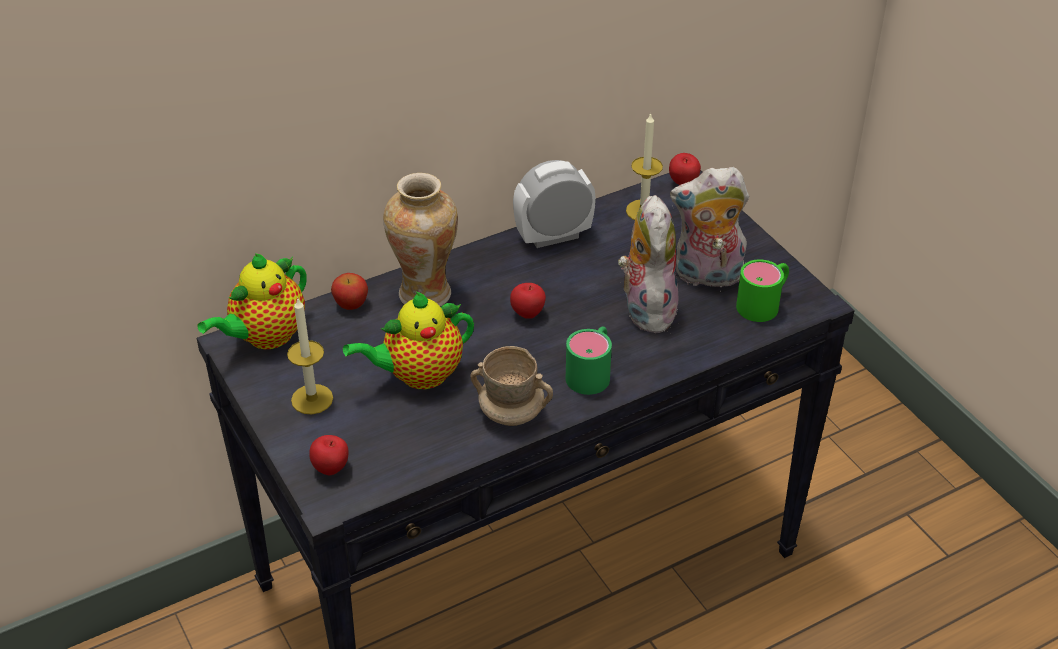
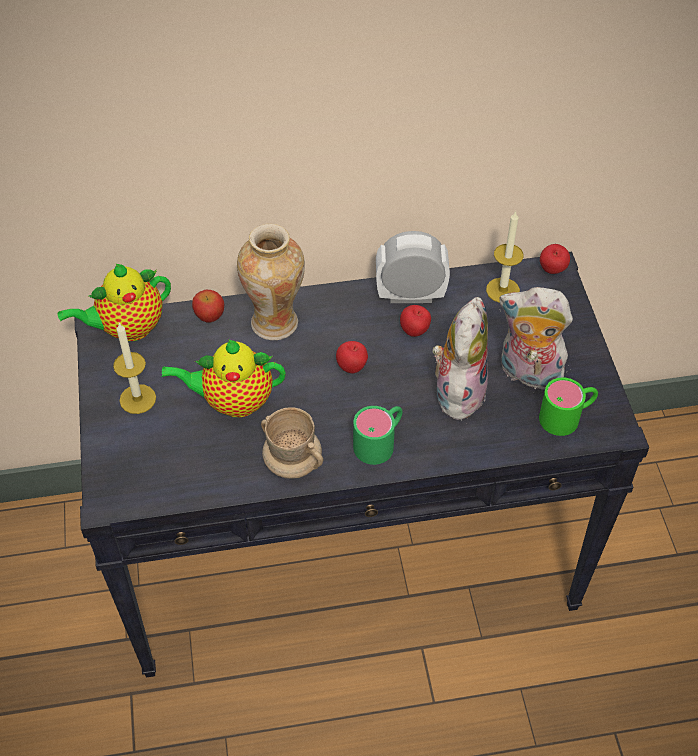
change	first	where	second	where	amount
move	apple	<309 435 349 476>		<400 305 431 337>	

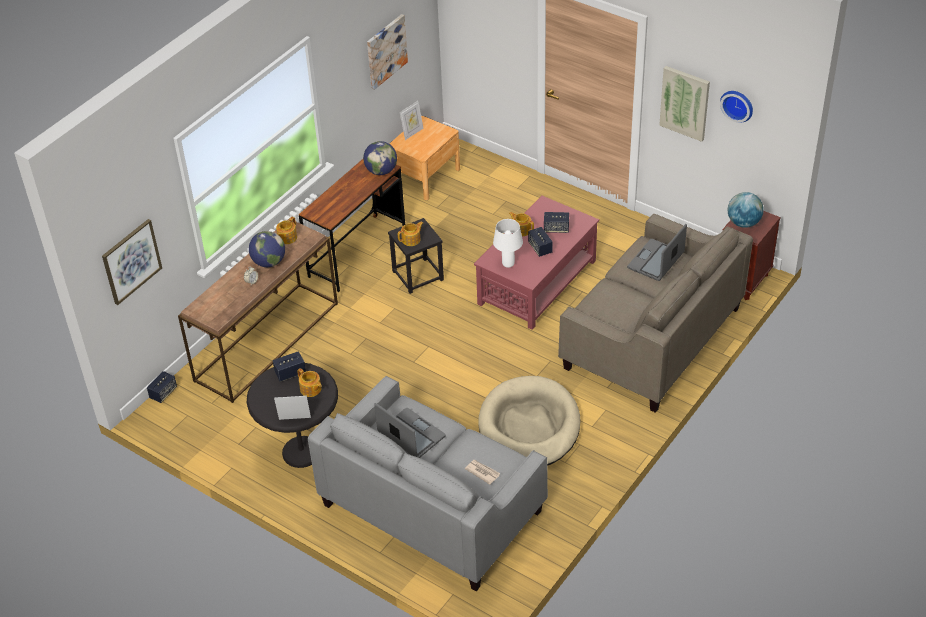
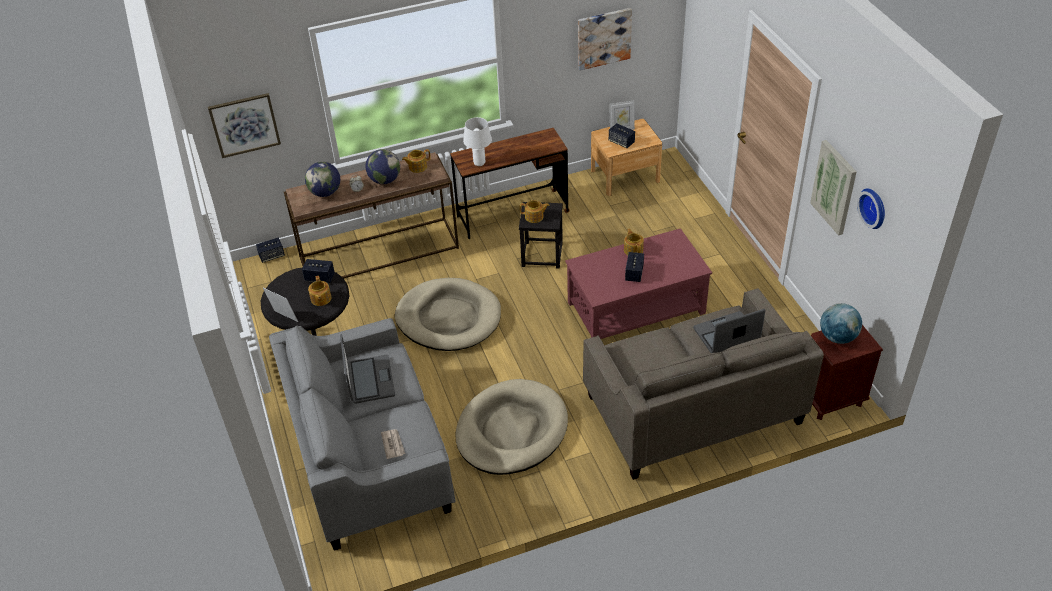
change	first	where	second	where	amount
move	globe	<363 141 397 175>		<305 162 340 197>	
insert			dog bed (beige)	<395 278 501 351>	
move	table lamp (white)	<493 219 523 268>		<463 117 492 166>	
move	speaker	<544 212 569 233>		<609 123 635 148>	

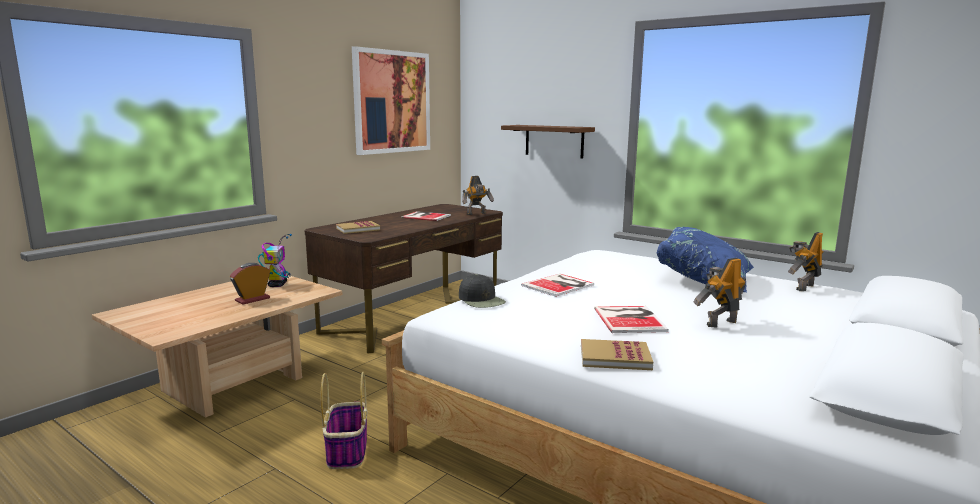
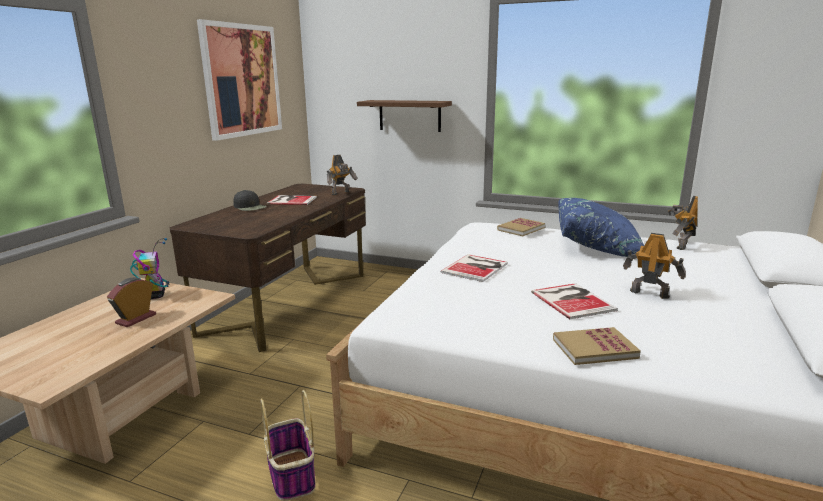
change	first	where	second	where	amount
move	cap (black)	<459 274 506 308>		<233 190 267 211>	
move	book	<336 221 380 234>		<497 218 545 236>	
rotate	toy robot	<694 258 746 327>		<623 233 686 299>	75 degrees clockwise

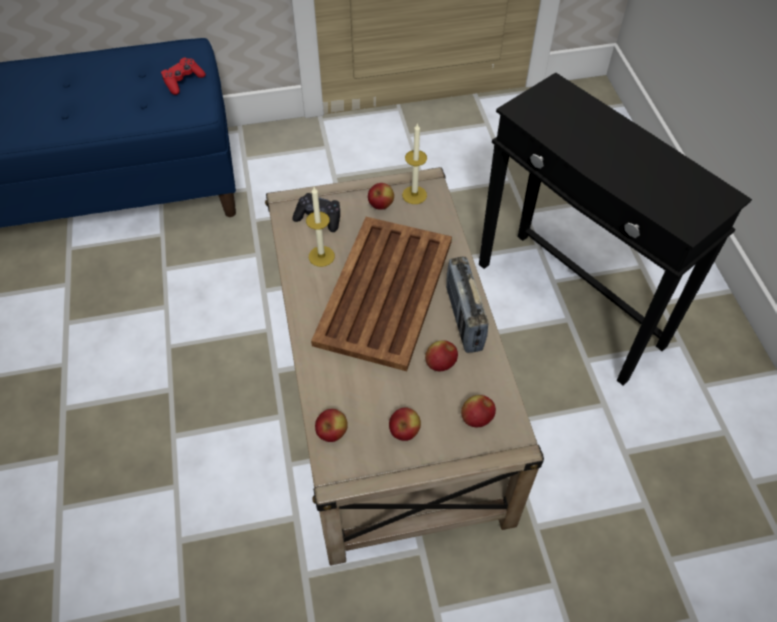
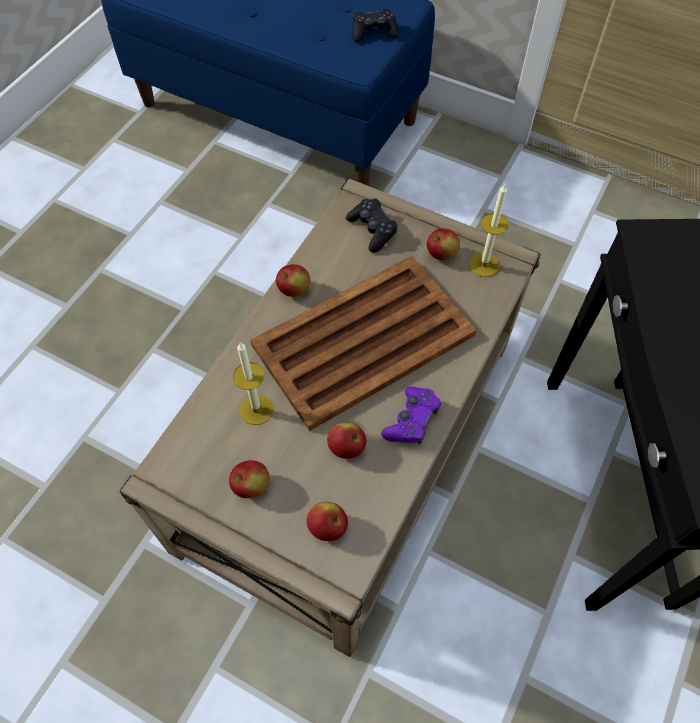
change	first	where	second	where	amount
move	candle	<306 187 335 267>		<233 342 274 425>	
move	apple	<315 409 348 442>		<276 264 311 297>	
recolor	game controller (red)	<161 58 206 95>	game controller (black)	<352 9 398 42>	
replace	radio	<446 257 488 353>	game controller (purple)	<381 387 441 444>	

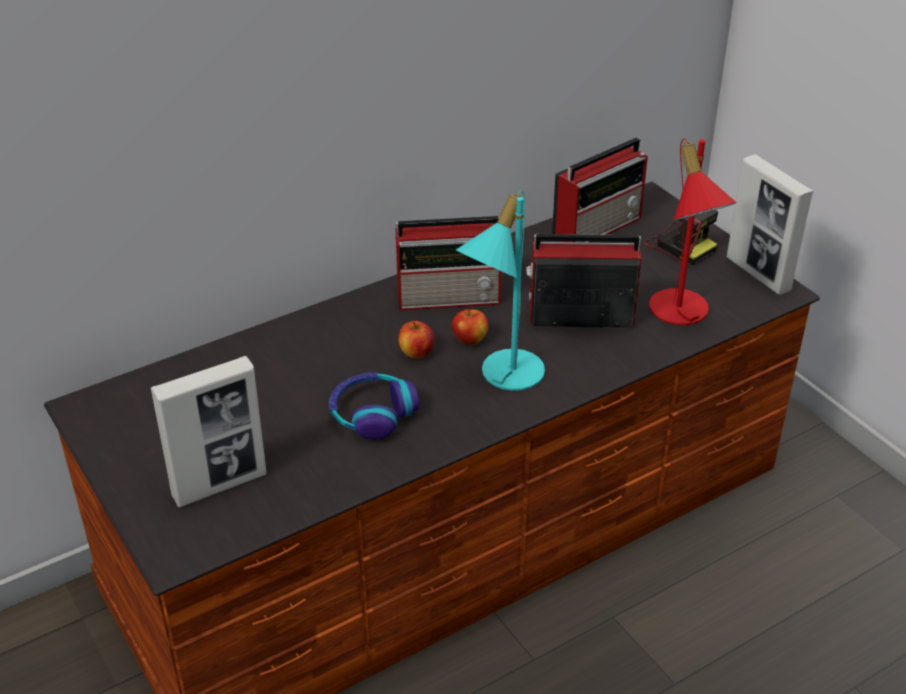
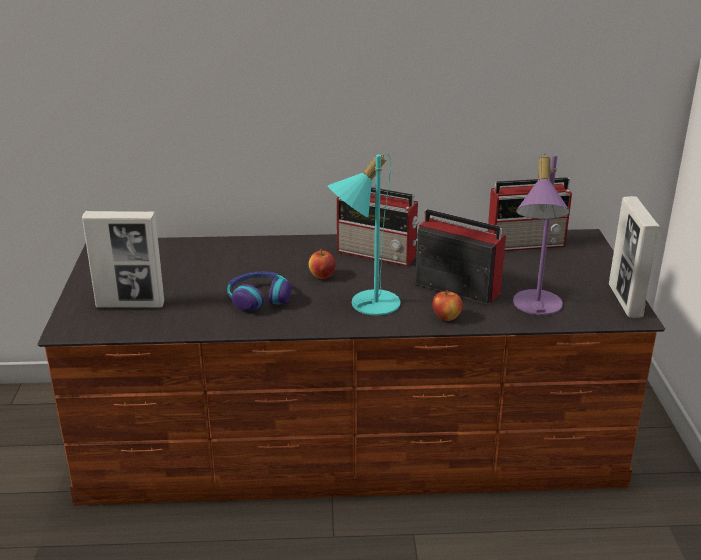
change	first	where	second	where	amount
move	apple	<452 309 488 345>		<433 290 463 321>	
recolor	table lamp (red)	<649 138 737 325>	table lamp (purple)	<513 153 570 315>	
delete	photo camera	<644 210 718 265>			

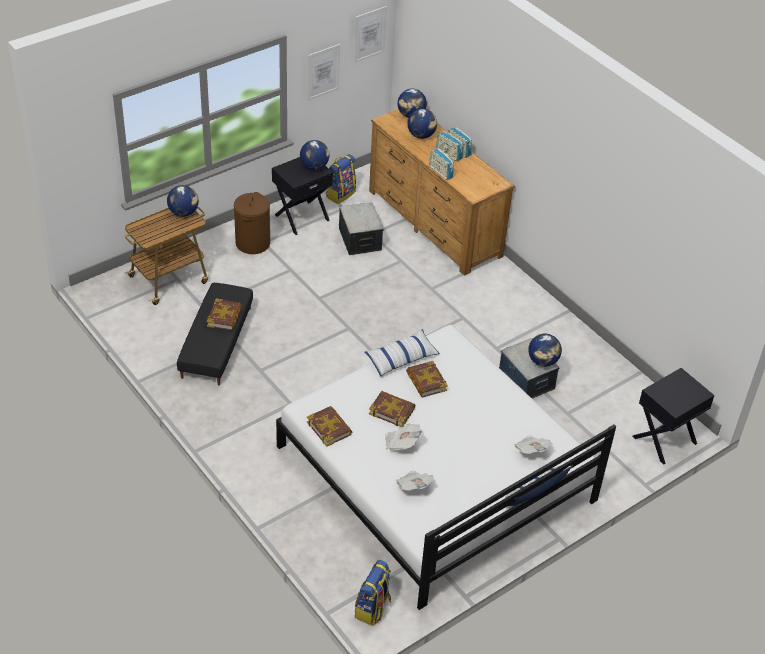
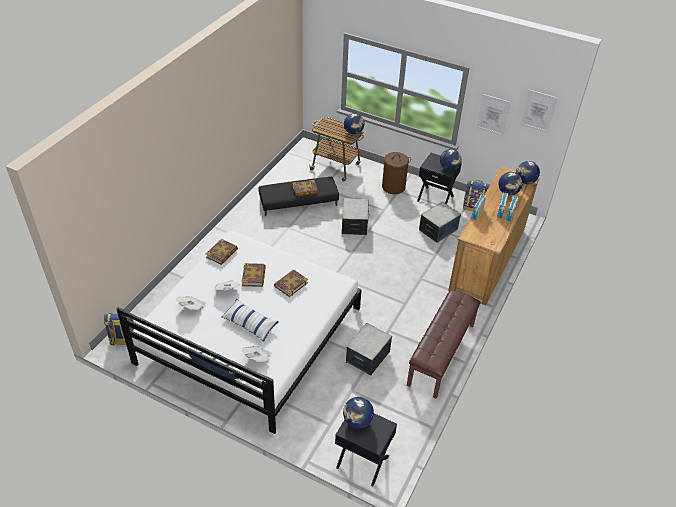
change	first	where	second	where	amount
move	pillow	<364 329 440 377>		<221 299 279 342>	
insert			storage box	<342 198 369 235>	
move	globe	<528 334 562 367>		<343 397 374 428>	
insert			bench (brown)	<407 290 481 398>	

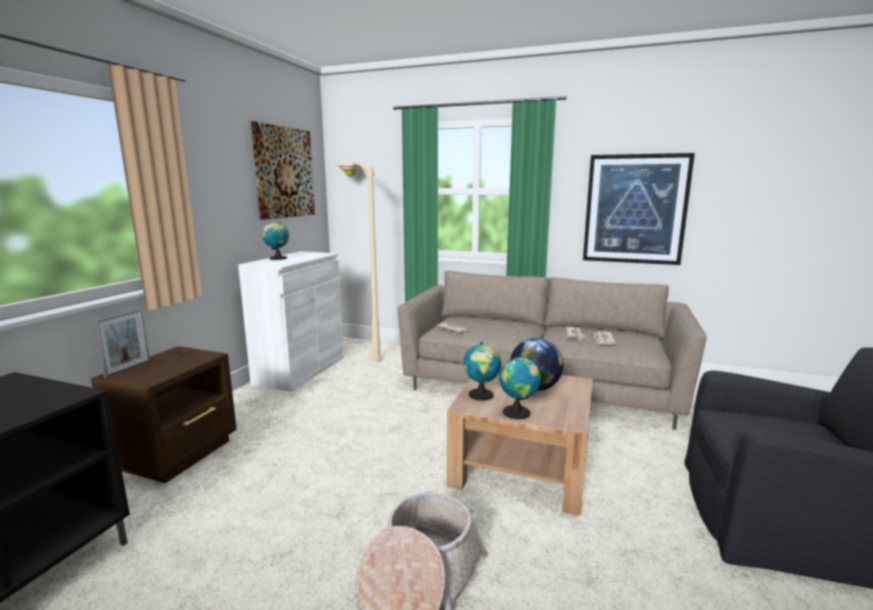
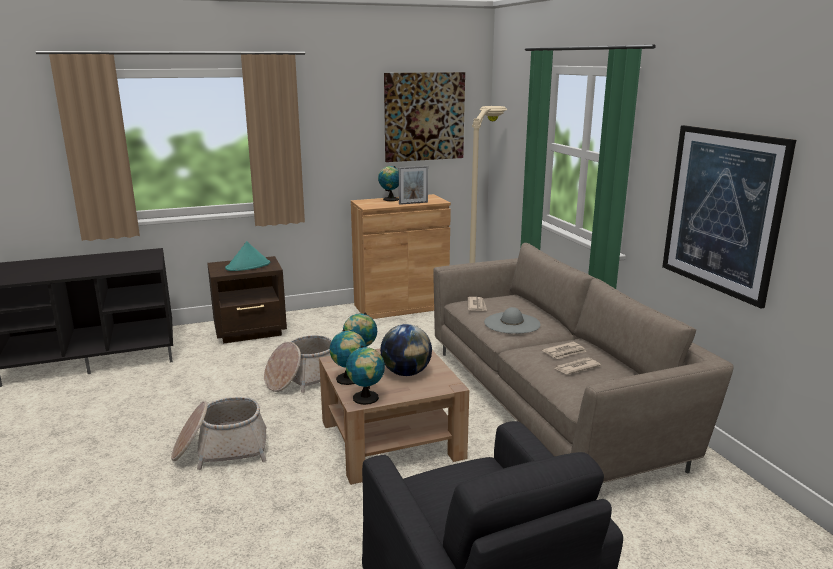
change	first	where	second	where	amount
insert			hat (turquoise)	<225 241 270 271>	
insert			basket	<264 335 332 393>	
insert			globe	<346 345 385 405>	
recolor	cabinet (white)	<238 251 344 392>	cabinet (brown)	<351 194 451 319>	
move	picture frame	<93 309 150 378>		<399 166 428 205>	
insert			hat (grey)	<484 307 541 334>	

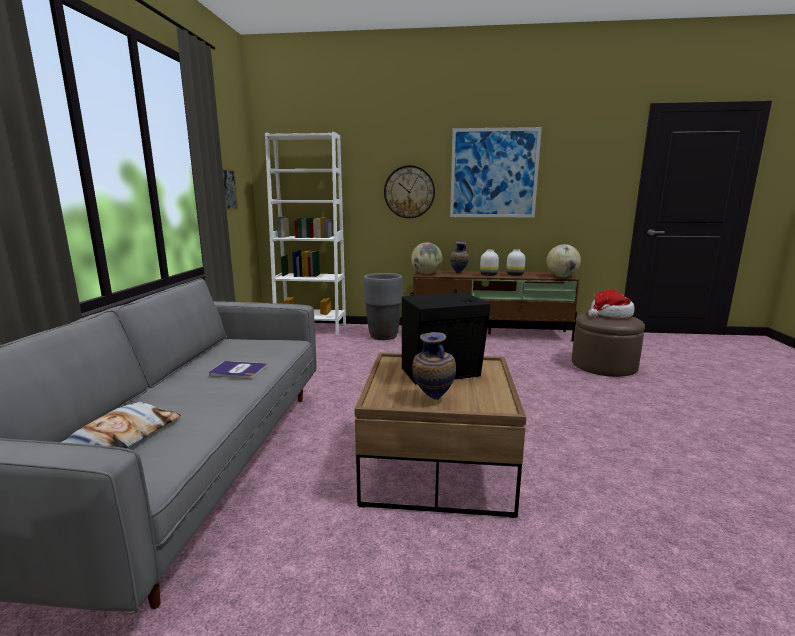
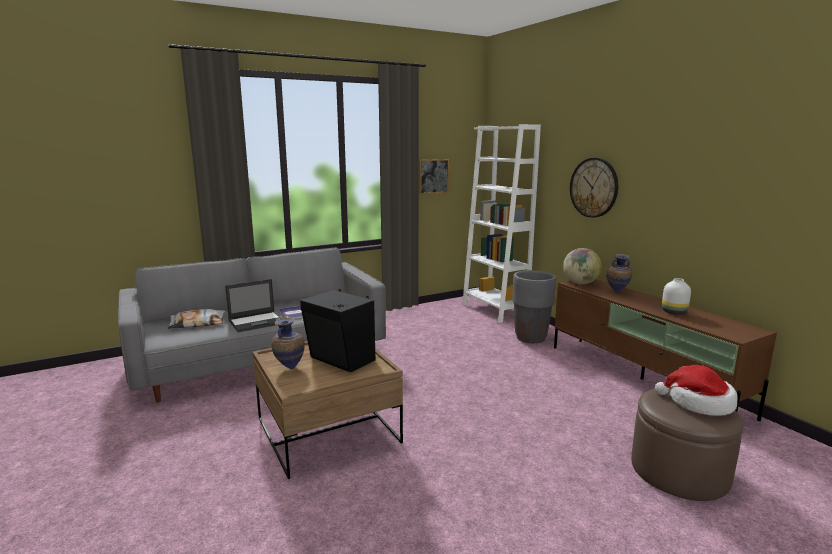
change	first	where	second	where	amount
insert			laptop	<225 279 282 332>	
delete	picture	<450 127 542 217>			
delete	vase (white)	<480 250 499 276>			
delete	globe	<546 244 581 277>			

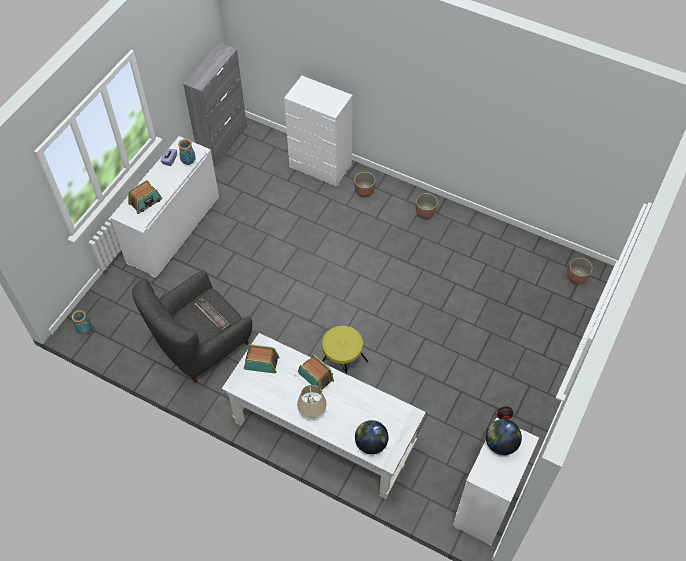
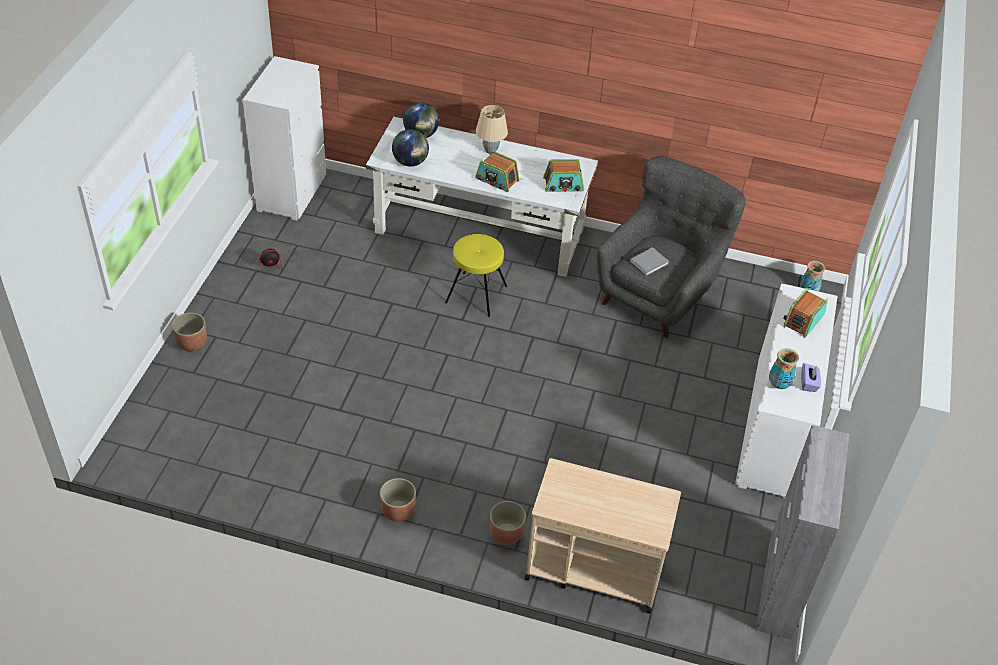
change	first	where	second	where	amount
move	planter	<567 258 593 285>		<172 313 207 351>	
move	globe	<486 419 522 455>		<392 129 429 167>	
replace	dresser (white)	<284 76 353 186>	cart (beige)	<525 458 681 614>	
replace	tray	<195 298 230 330>	book (grey)	<630 247 669 276>	

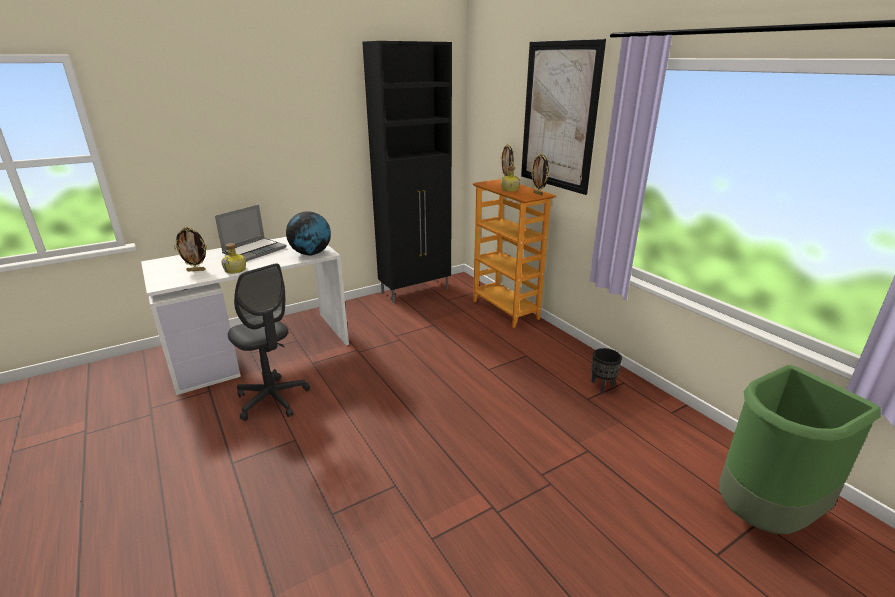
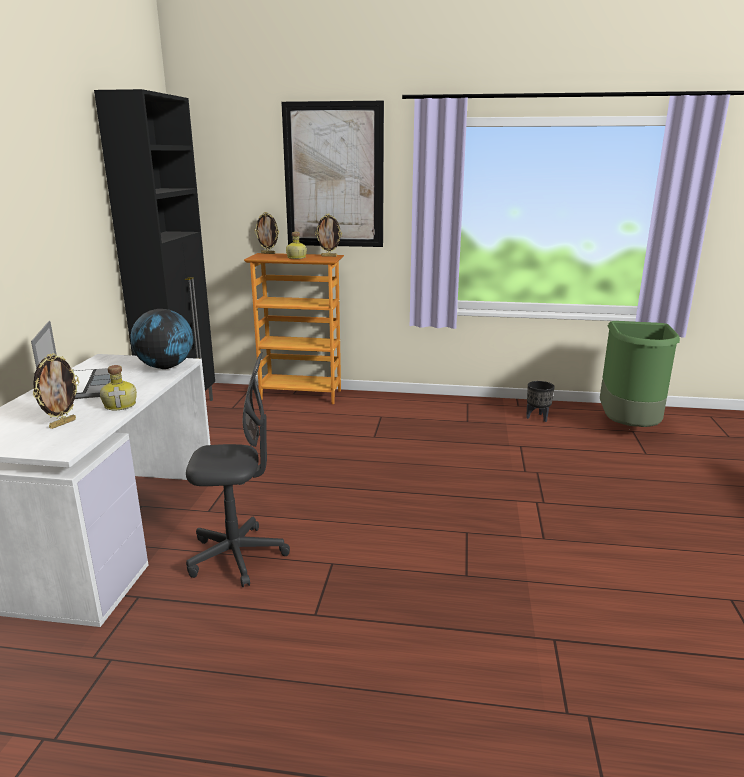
change	first	where	second	where	amount
move	planter (black)	<591 348 622 394>		<526 381 555 422>	

